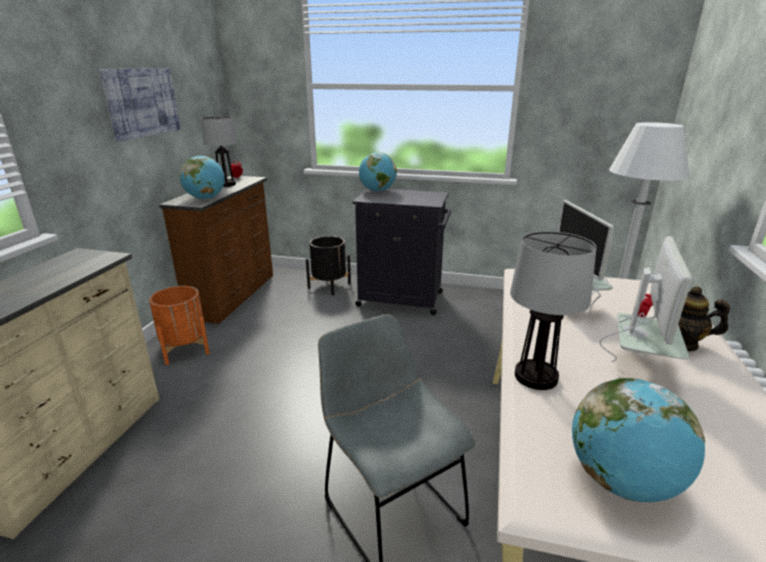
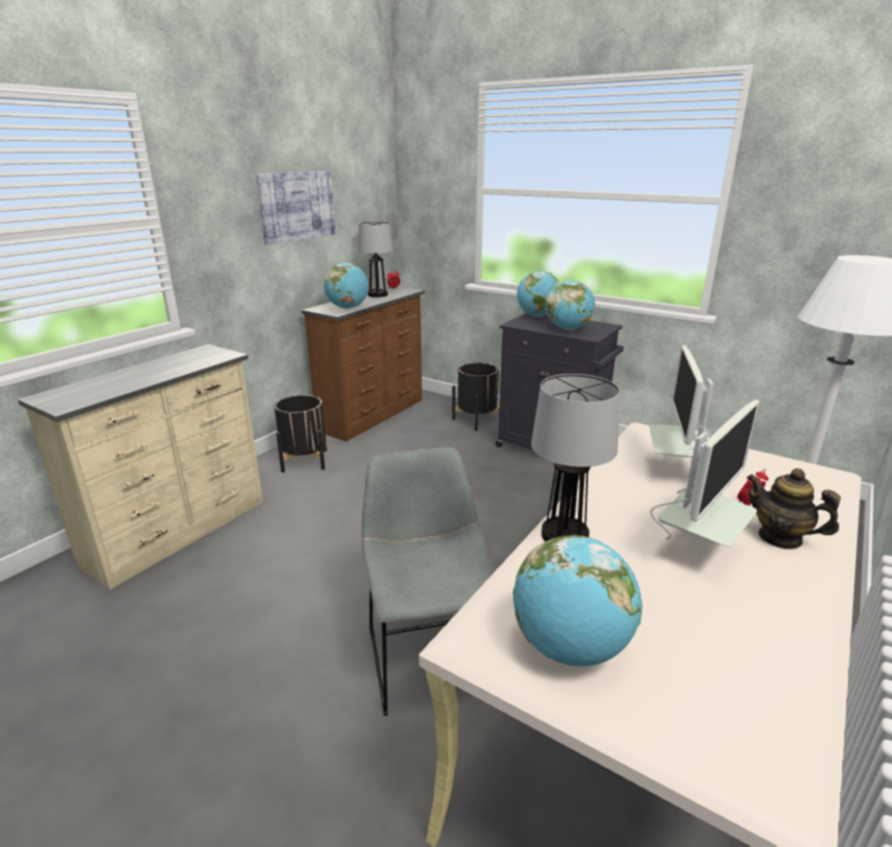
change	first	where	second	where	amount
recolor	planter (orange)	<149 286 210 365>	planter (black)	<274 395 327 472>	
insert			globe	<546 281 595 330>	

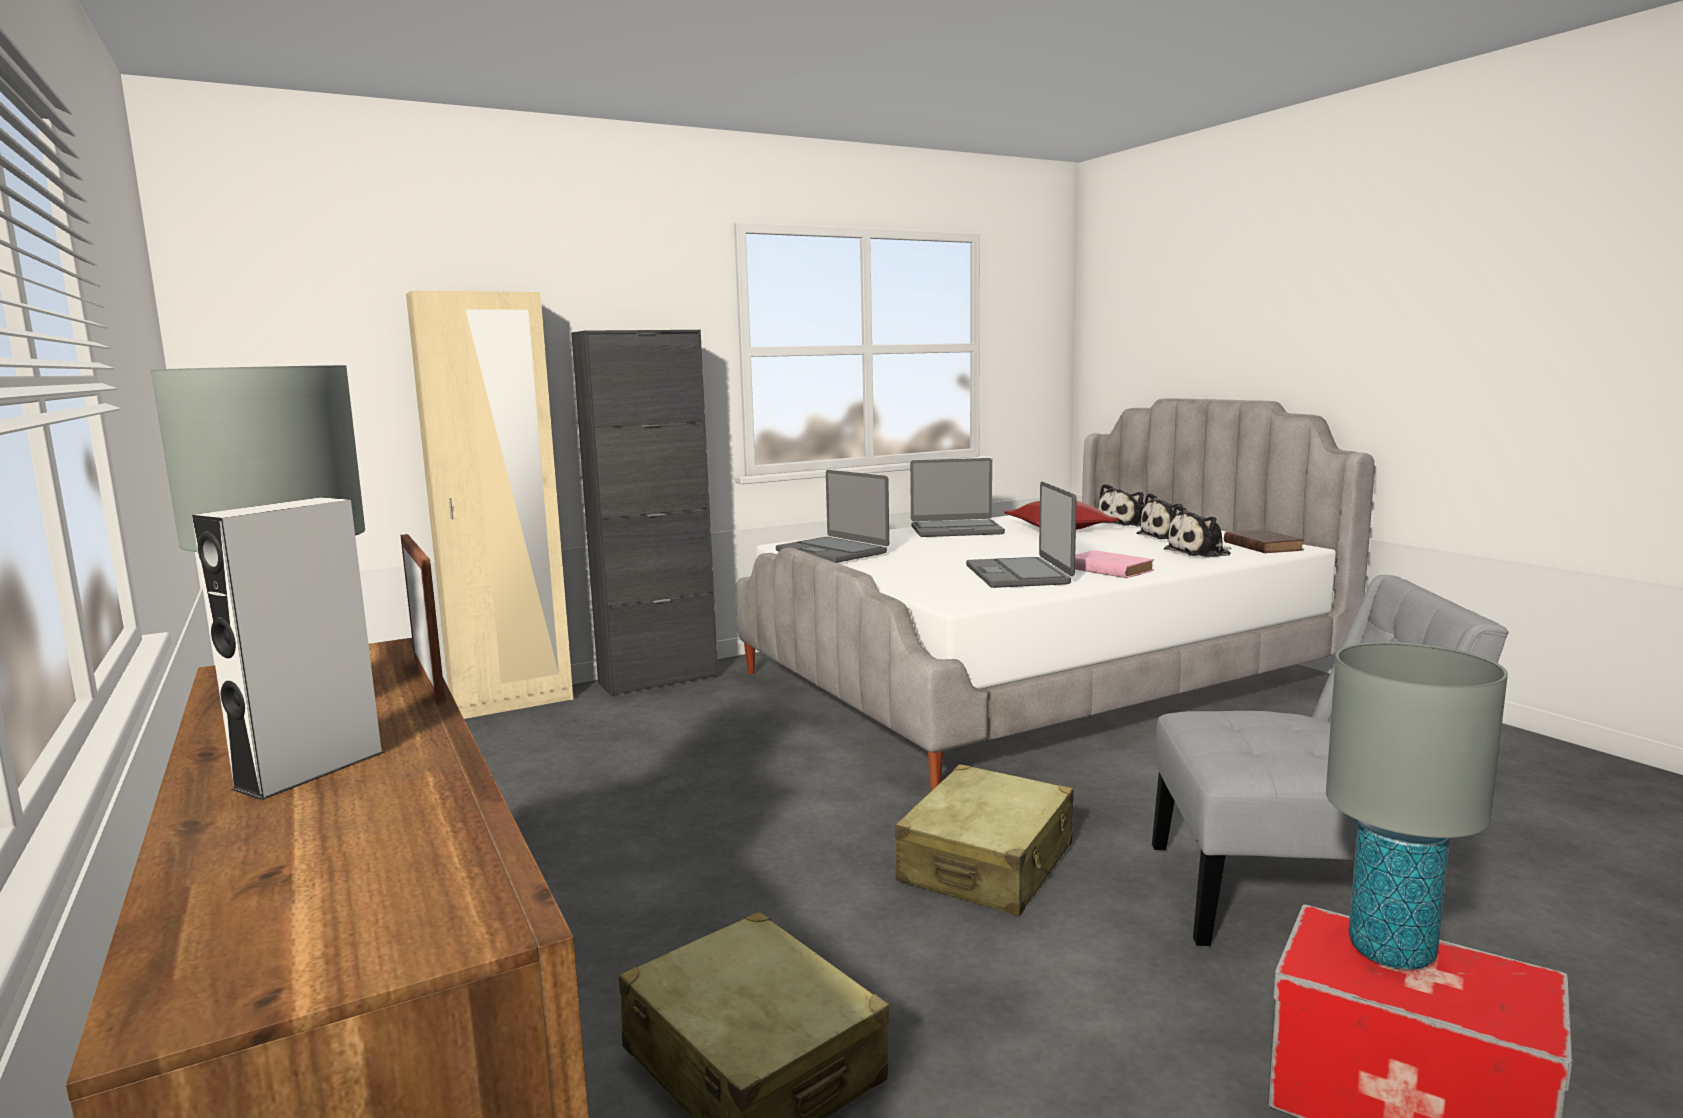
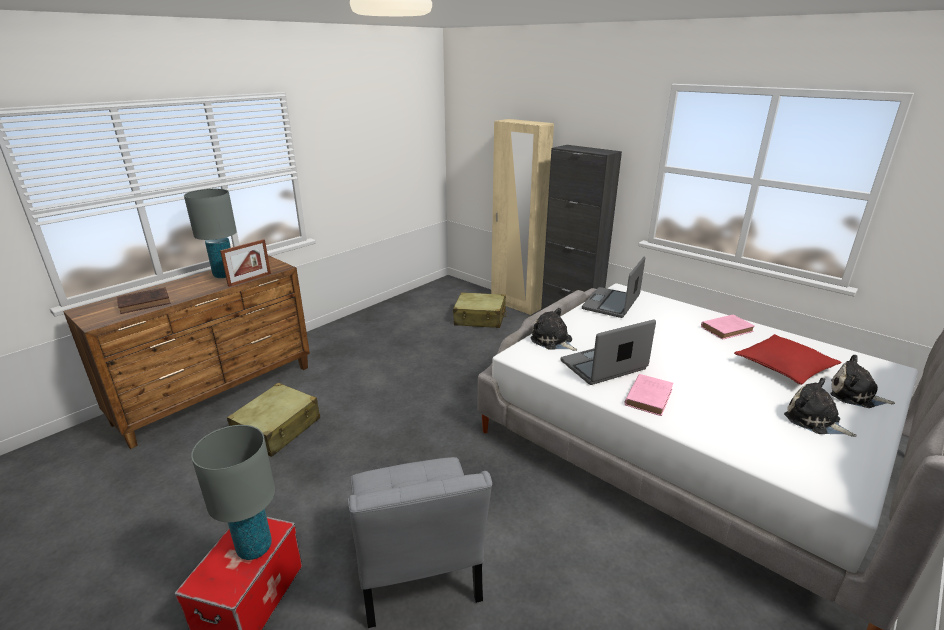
change	first	where	second	where	amount
move	book (brown)	<1224 529 1304 553>		<117 287 171 314>	
move	suitcase (beige)	<895 764 1074 916>		<453 292 507 328>	
move	plush toy	<1164 505 1232 558>		<530 308 577 351>	
replace	laptop	<910 458 1005 537>	book (pink)	<701 315 755 340>	
delete	speaker (grey)	<192 497 385 800>			

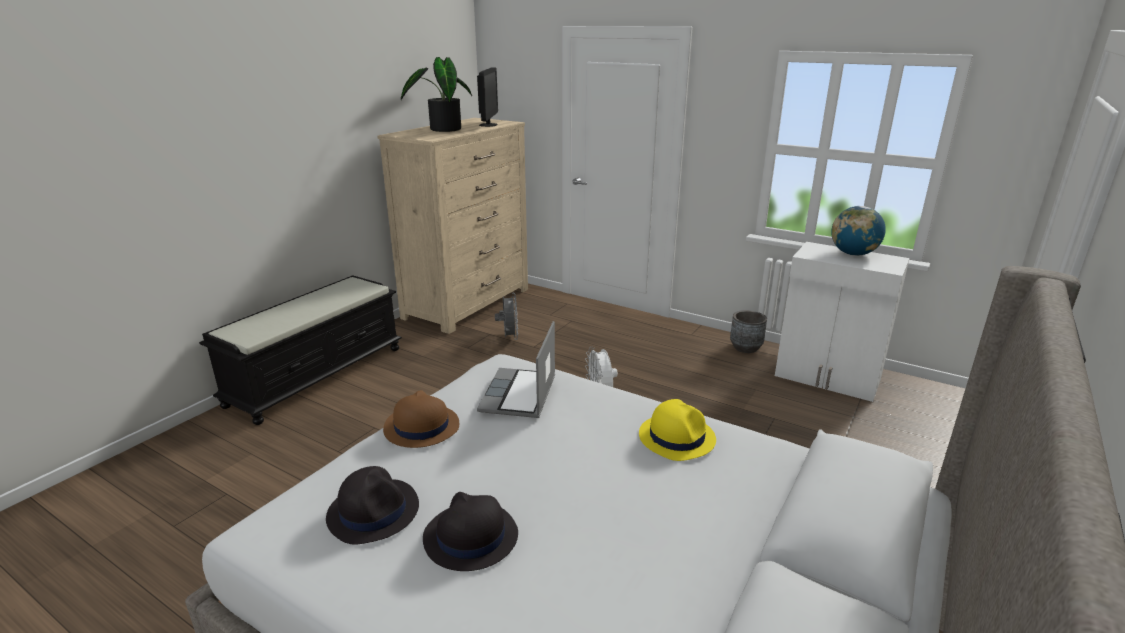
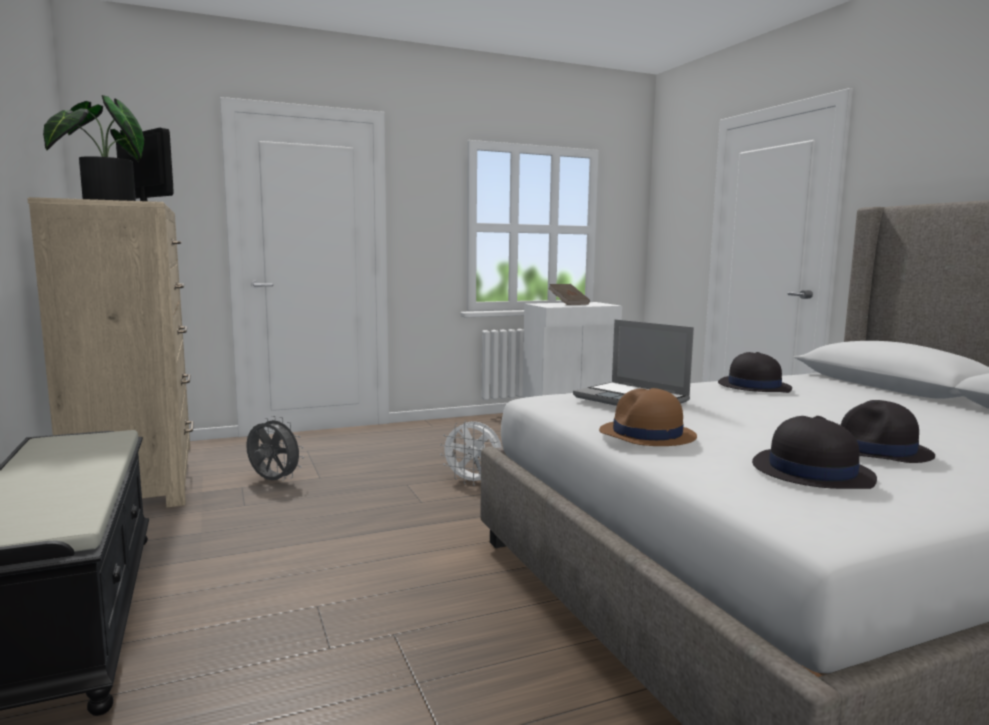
change	first	where	second	where	amount
replace	globe	<831 206 886 256>	book (brown)	<549 284 590 305>	
recolor	hat (yellow)	<639 399 716 461>	hat (black)	<718 352 792 393>	
delete	planter (grey)	<730 310 767 353>			

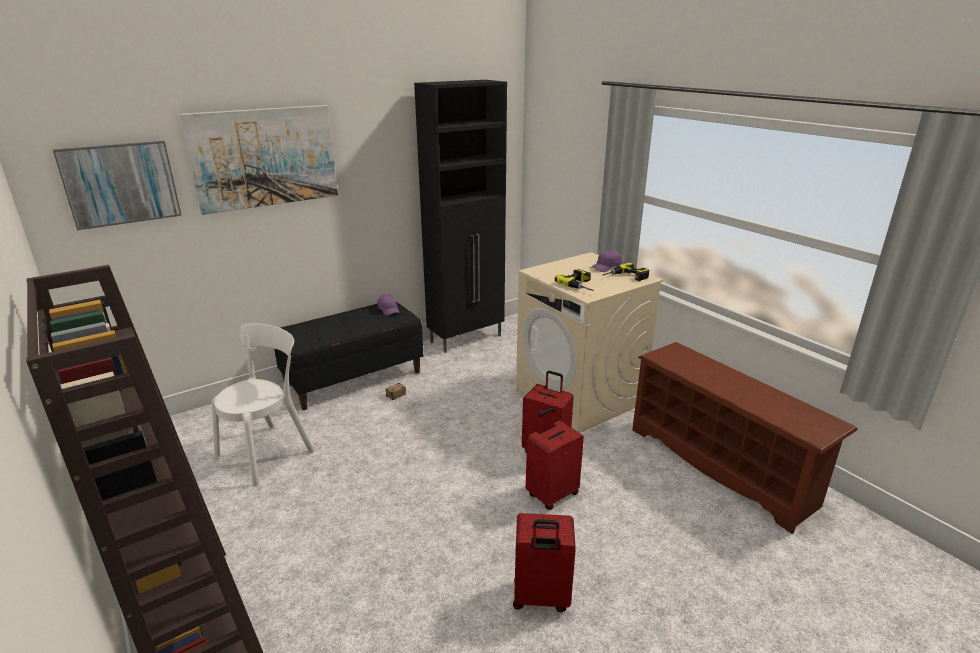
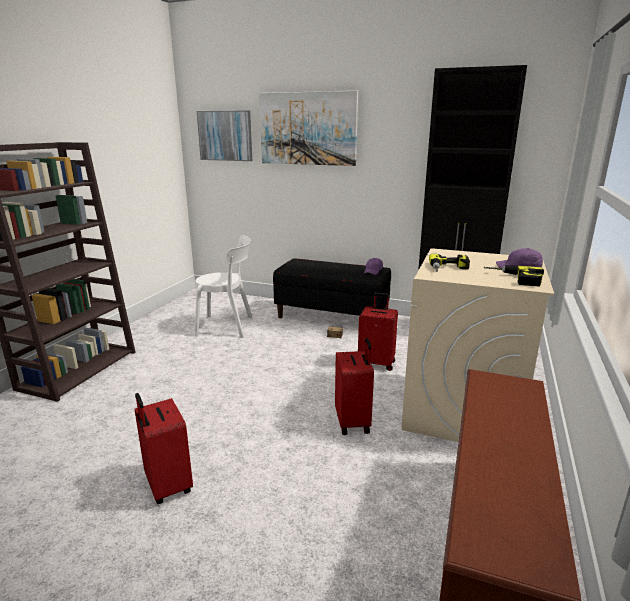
change	first	where	second	where	amount
move	suitcase (red)	<525 407 584 510>		<358 293 398 371>	

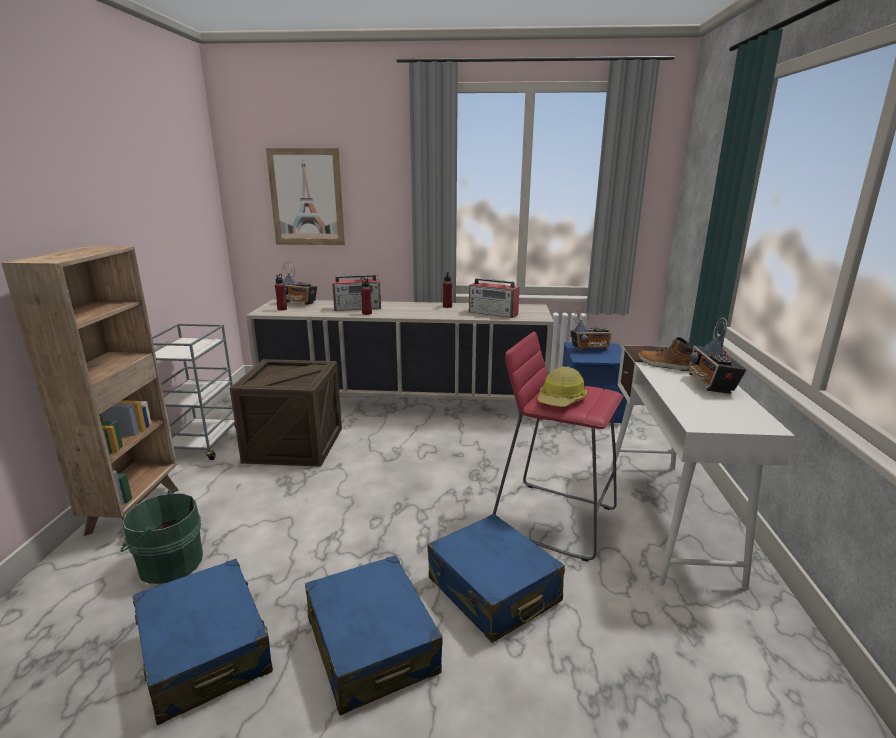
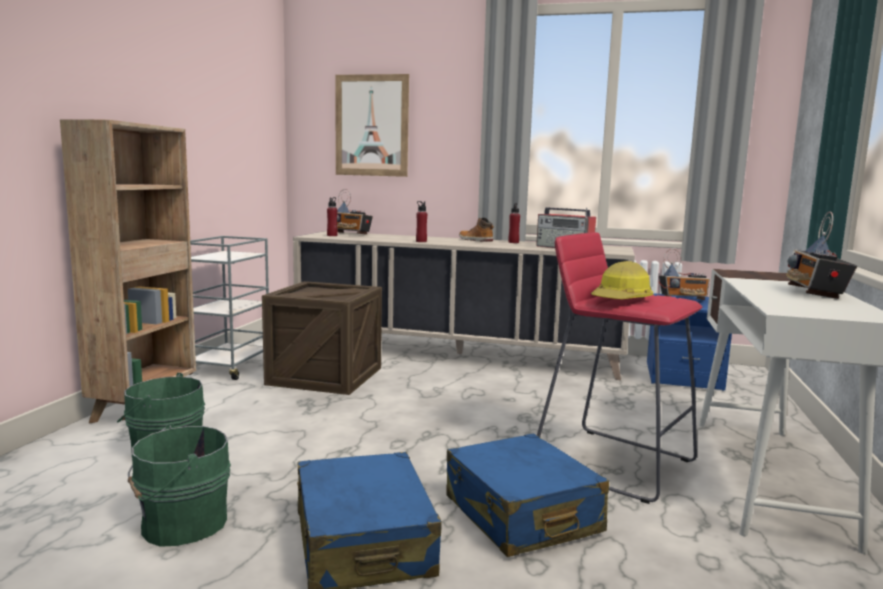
change	first	where	second	where	amount
replace	suitcase (blue)	<133 559 273 725>	bucket (green)	<128 423 231 547>	
move	boot	<638 337 694 371>		<459 218 494 242>	
delete	radio	<332 274 381 311>			

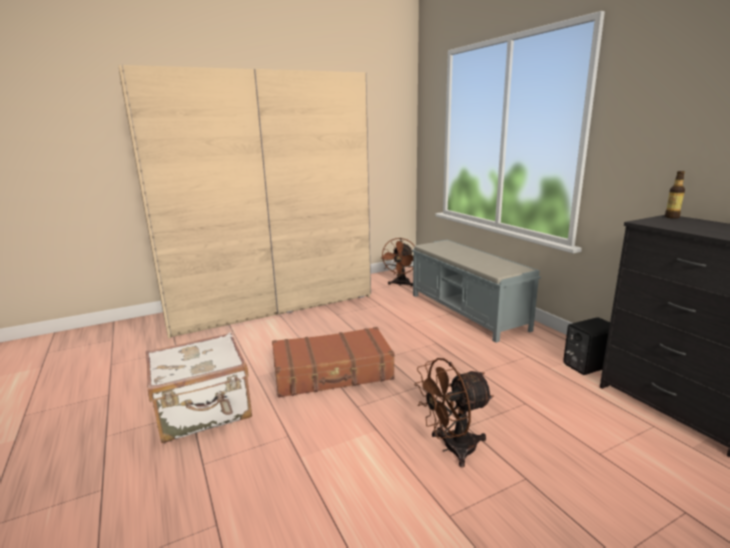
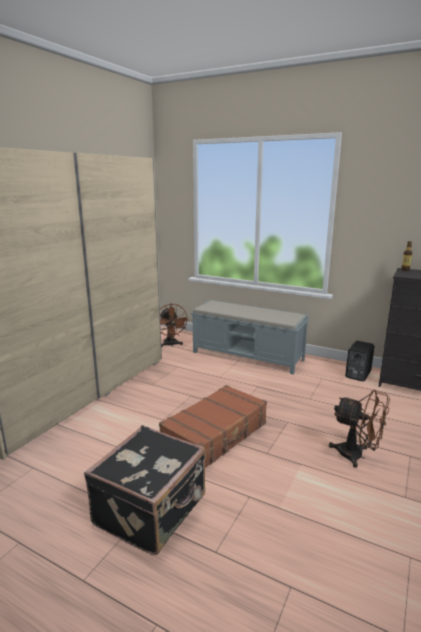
change	first	where	second	where	amount
recolor	suitcase (white)	<146 332 252 443>	suitcase (black)	<84 425 206 555>	
rotate	fan (brown)	<414 358 494 468>		<329 390 390 468>	90 degrees counterclockwise

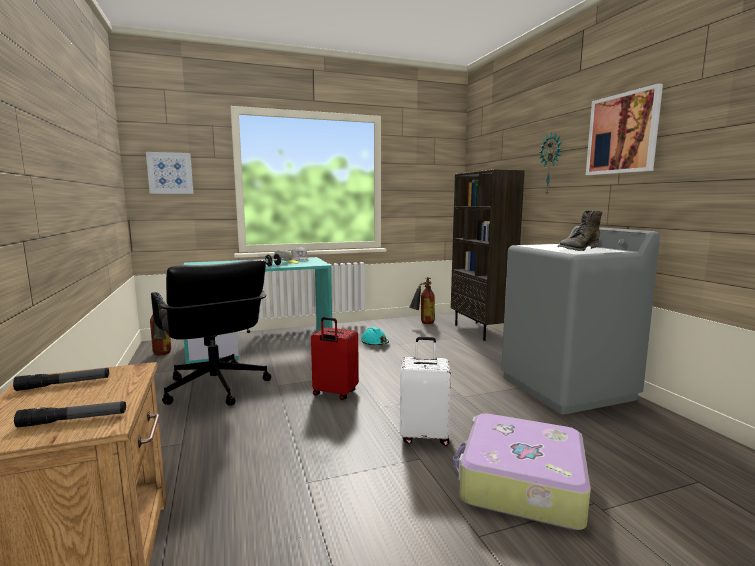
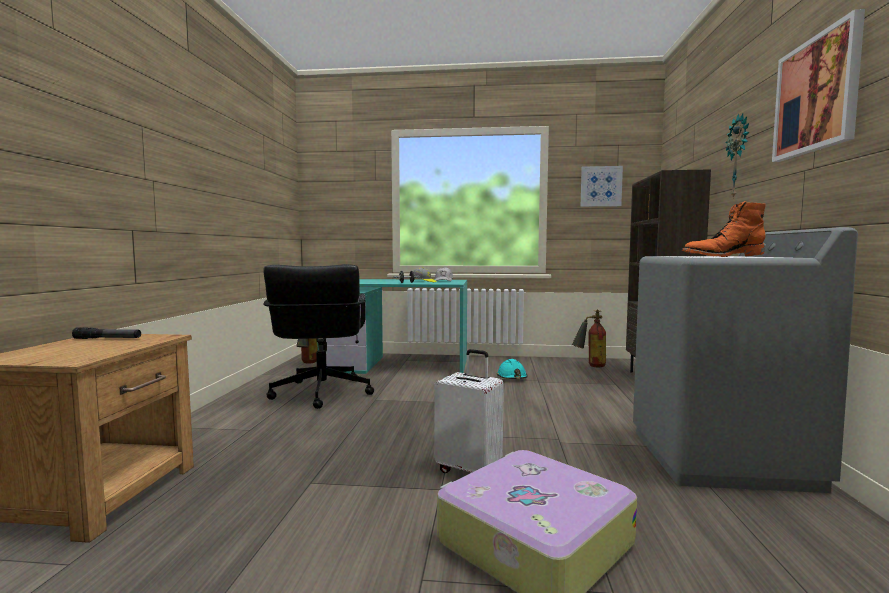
change	first	where	second	where	amount
move	picture	<146 152 193 194>		<580 166 623 207>	
recolor	boot (green)	<558 210 602 251>	boot (orange)	<682 201 766 257>	
delete	flashlight	<14 401 126 427>			
delete	suitcase (red)	<311 317 359 400>			

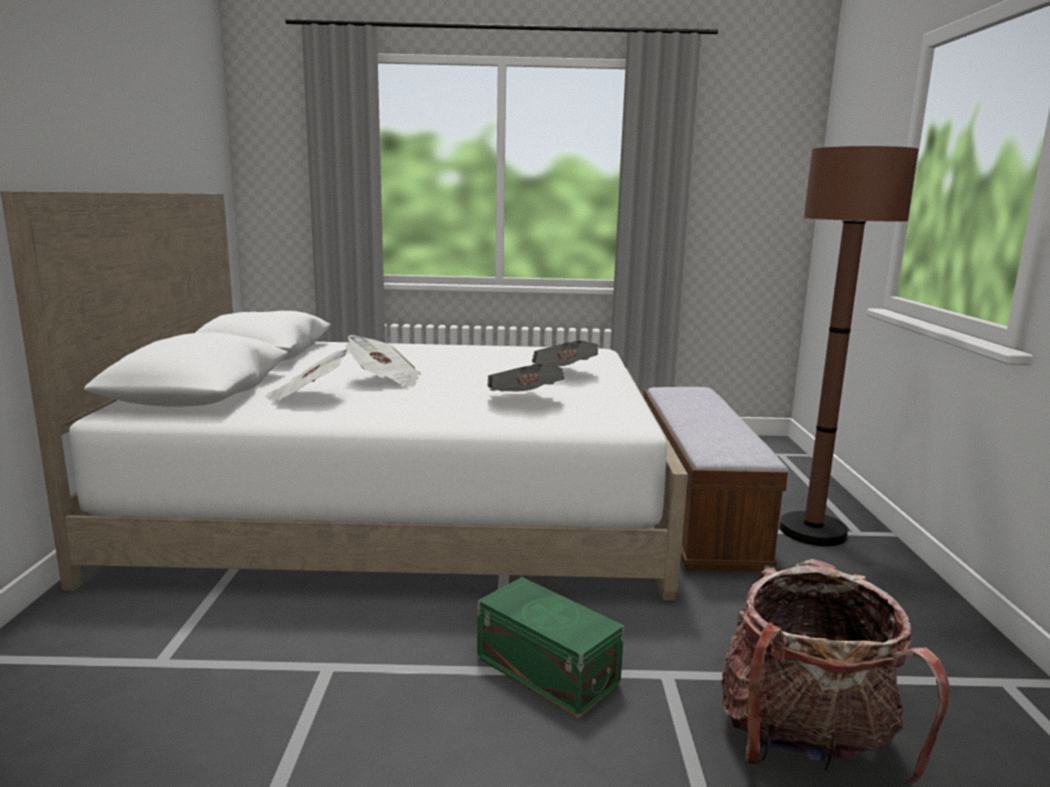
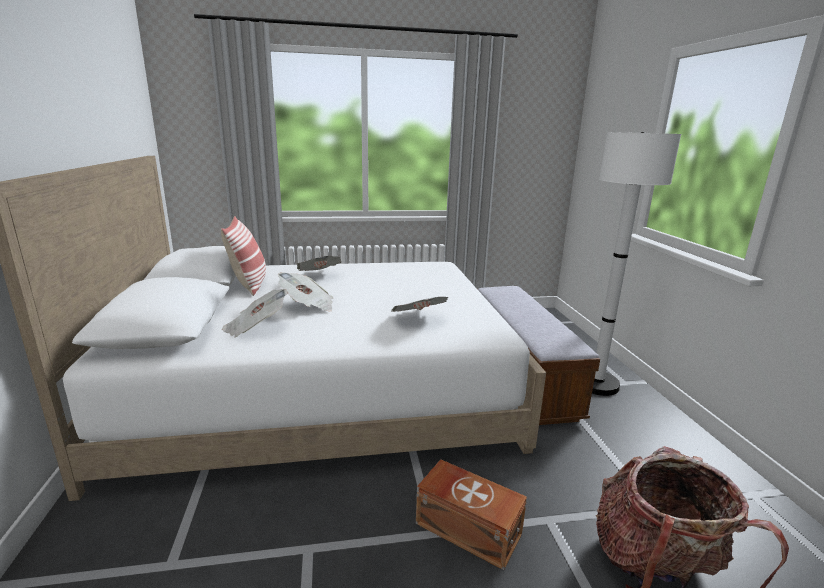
change	first	where	second	where	amount
insert			pillow	<221 216 266 296>	
move	newspaper	<532 341 598 367>		<297 256 341 271>	
recolor	storage box (green)	<477 577 624 719>	storage box (brown)	<416 459 527 570>	
recolor	floor lamp (brown)	<779 146 919 546>	floor lamp (white)	<592 132 681 396>	

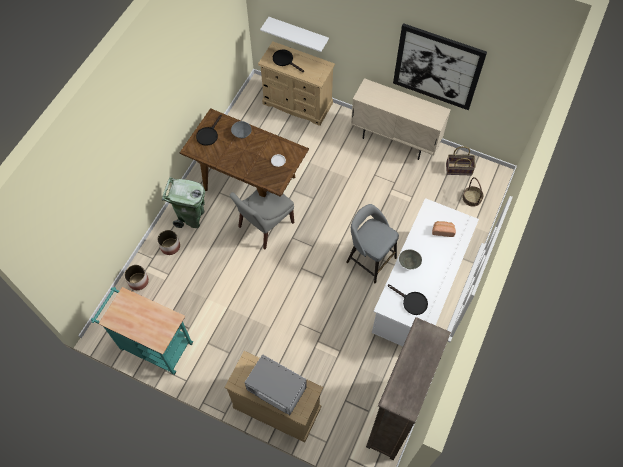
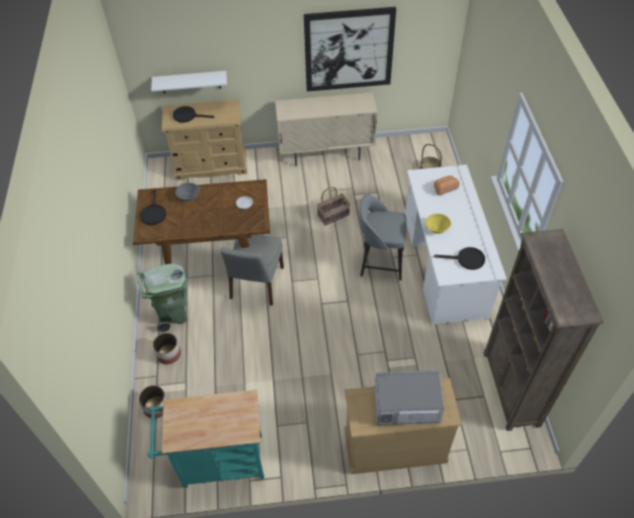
change	first	where	second	where	amount
move	basket	<446 146 476 176>		<317 187 350 226>	
recolor	bowl (grey)	<399 250 422 269>	bowl (yellow)	<426 214 451 234>	

